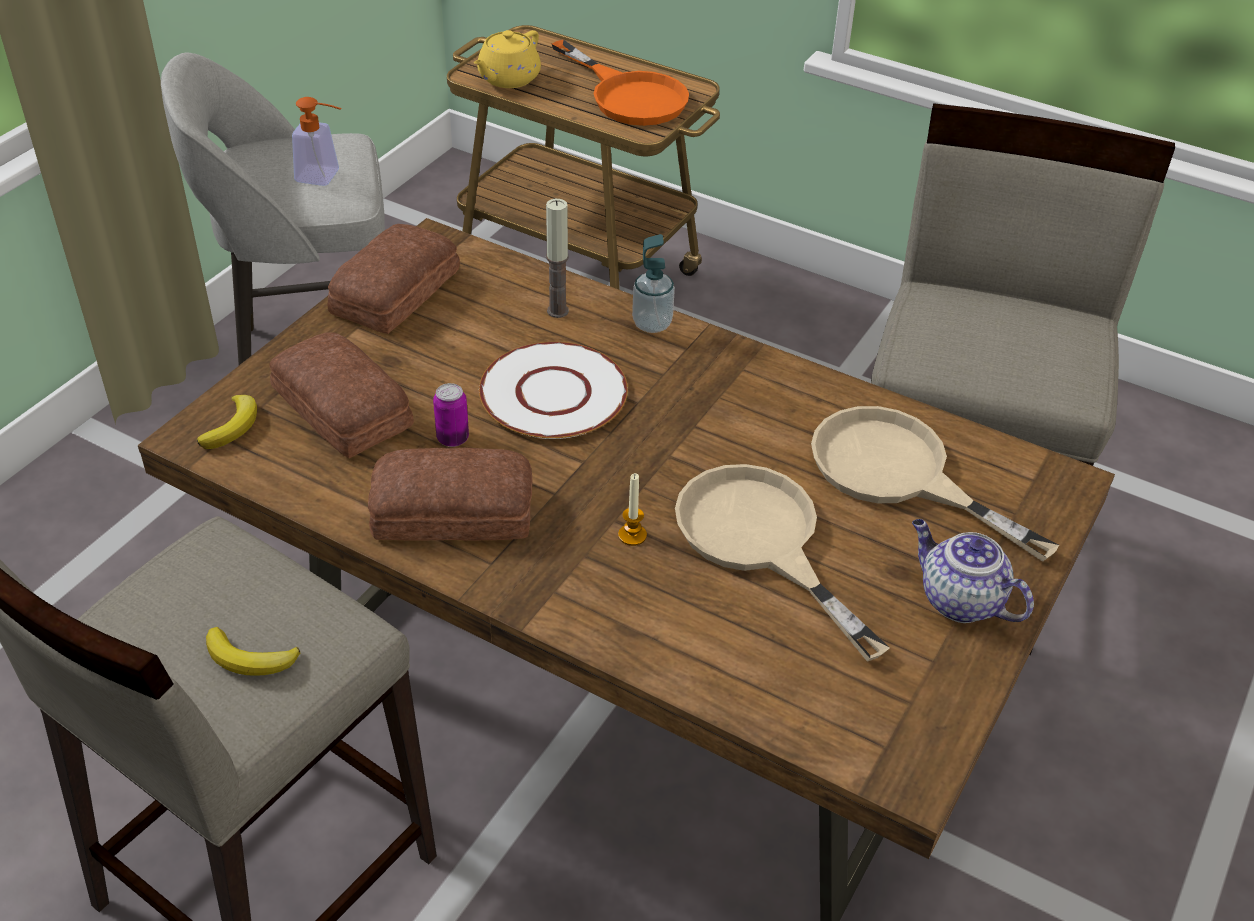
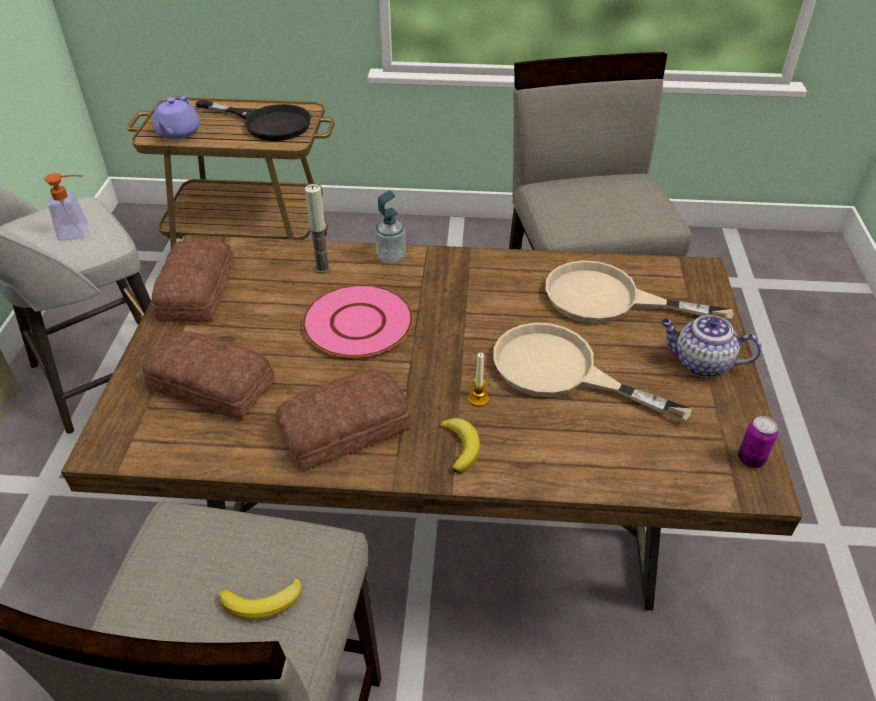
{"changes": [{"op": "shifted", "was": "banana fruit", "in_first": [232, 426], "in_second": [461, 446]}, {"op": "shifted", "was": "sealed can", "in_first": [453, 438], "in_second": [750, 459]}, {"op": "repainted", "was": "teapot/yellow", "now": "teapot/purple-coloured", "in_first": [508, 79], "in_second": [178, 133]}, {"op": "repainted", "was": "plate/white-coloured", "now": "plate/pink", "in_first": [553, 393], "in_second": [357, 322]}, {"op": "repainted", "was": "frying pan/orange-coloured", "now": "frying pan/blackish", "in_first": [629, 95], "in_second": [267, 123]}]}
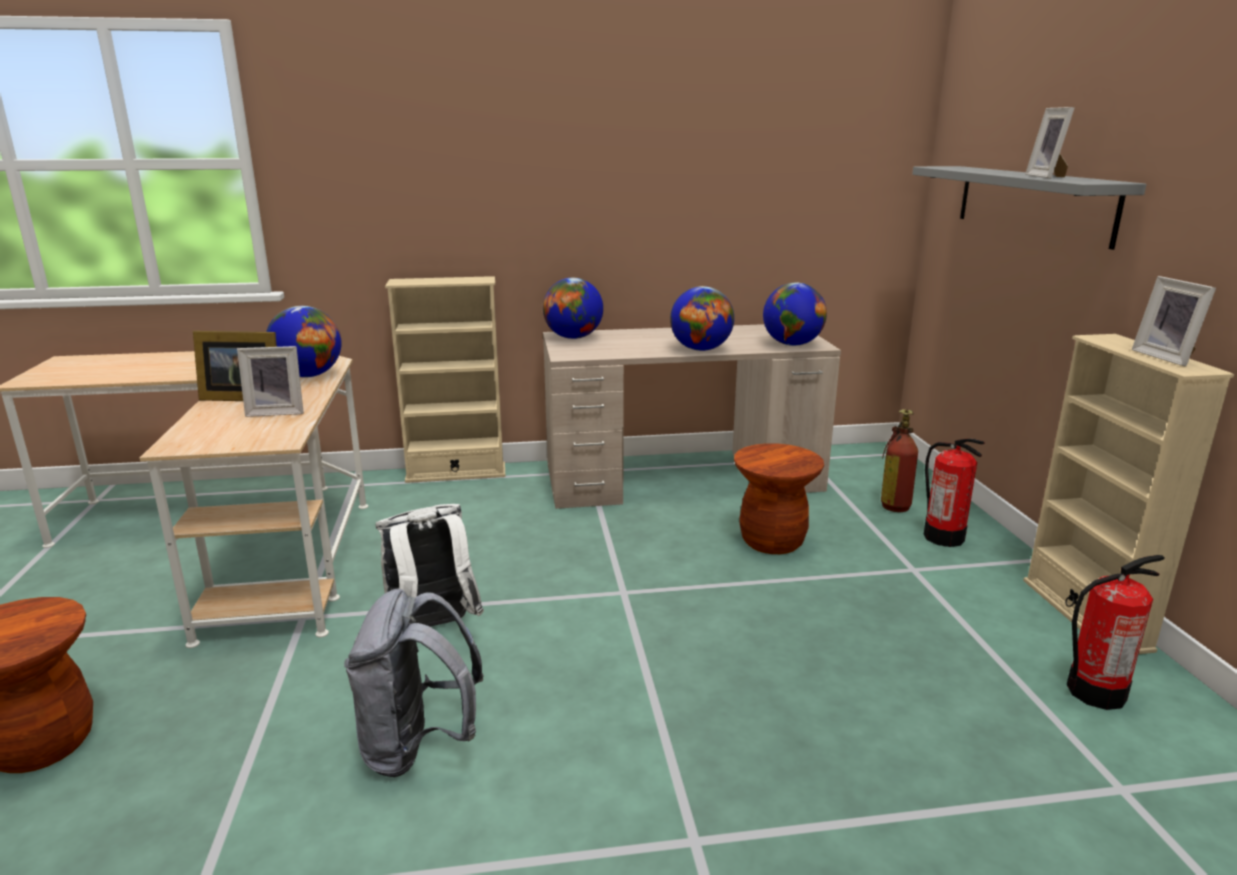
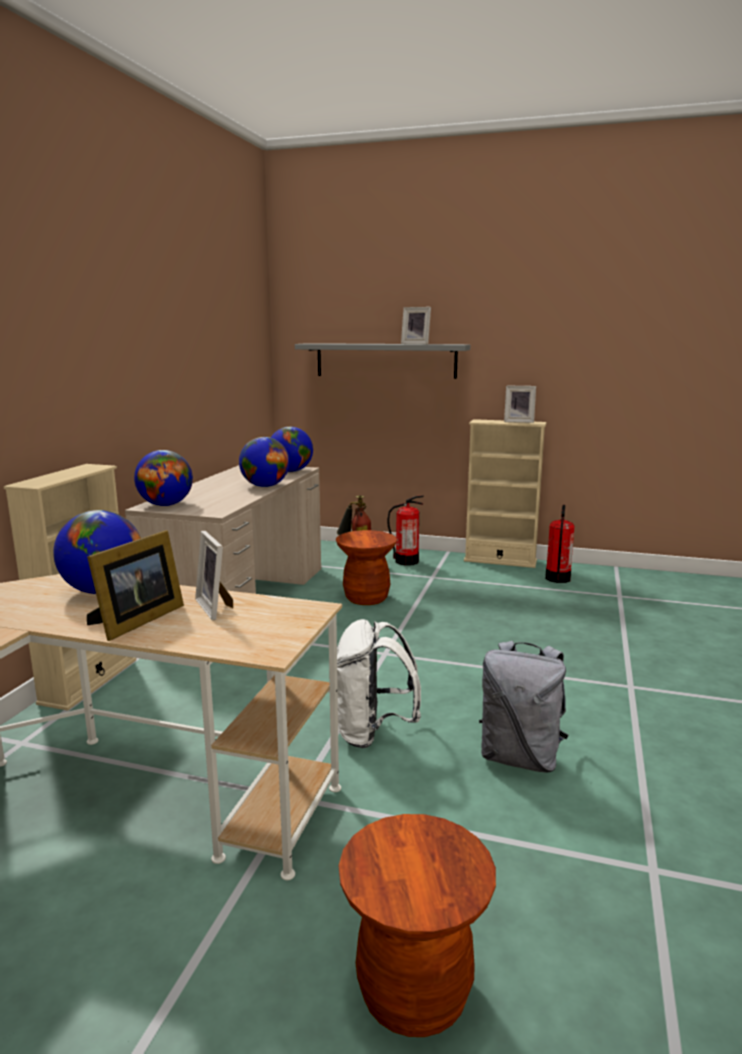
{"changes": [{"op": "rotated", "was": "standing frame", "in_first": [277, 412], "in_second": [216, 607], "clockwise": 135}]}
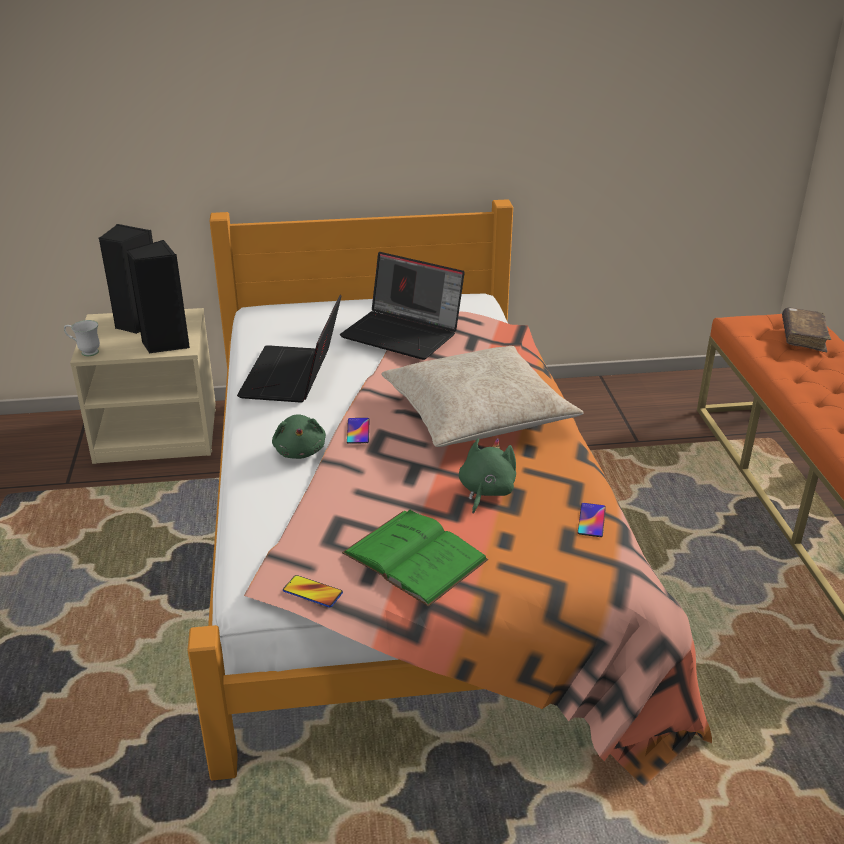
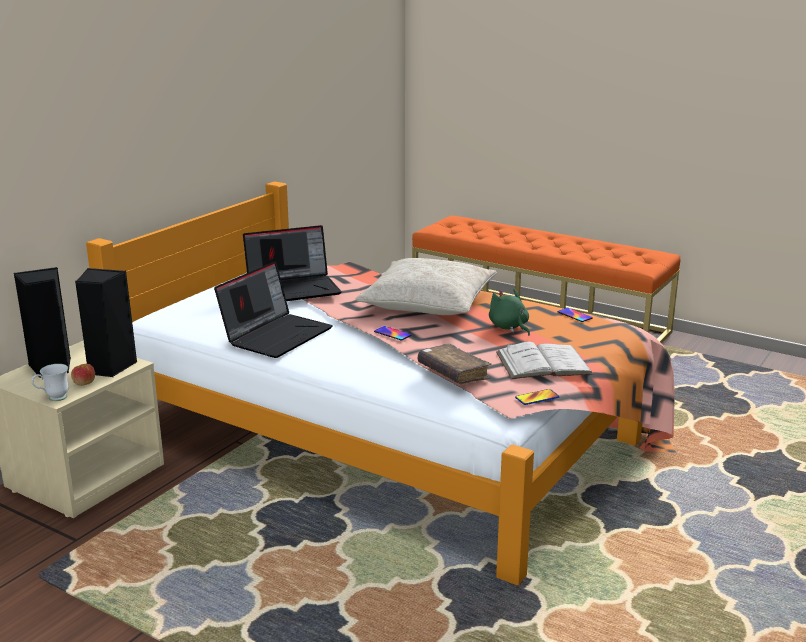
{"changes": [{"op": "gone", "was": "cuddly toy/green", "in_first": [300, 451]}, {"op": "new", "now": "apple fruit", "in_second": [84, 383]}, {"op": "shifted", "was": "volume/brown", "in_first": [803, 337], "in_second": [453, 373]}, {"op": "repainted", "was": "volume/green", "now": "volume/white-coloured", "in_first": [414, 556], "in_second": [543, 363]}, {"op": "rotated", "was": "laptop", "in_first": [293, 377], "in_second": [276, 335], "clockwise": -105}]}
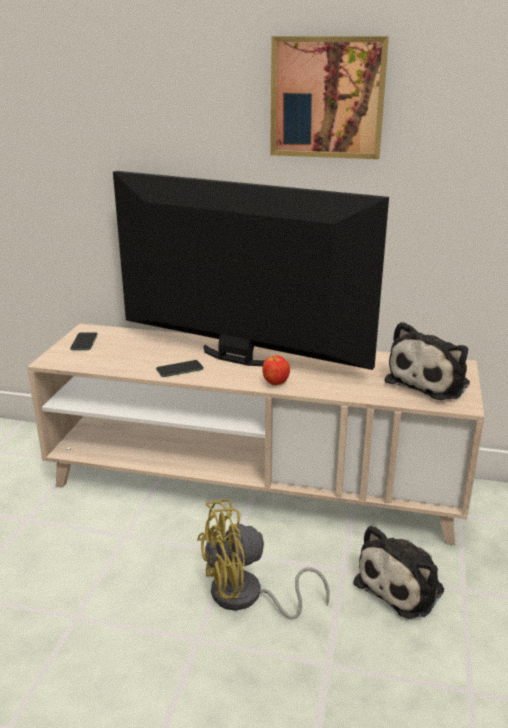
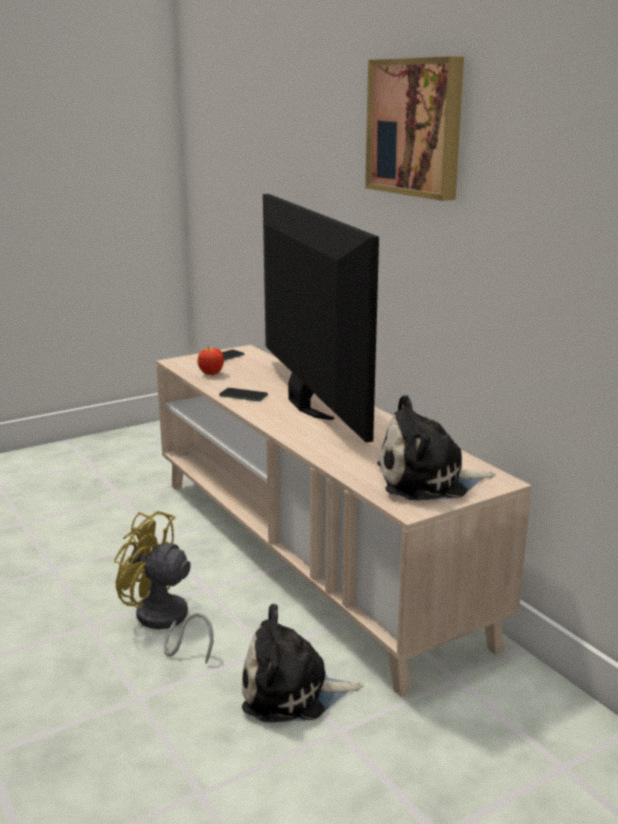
{"changes": [{"op": "shifted", "was": "apple fruit", "in_first": [275, 384], "in_second": [211, 374]}]}
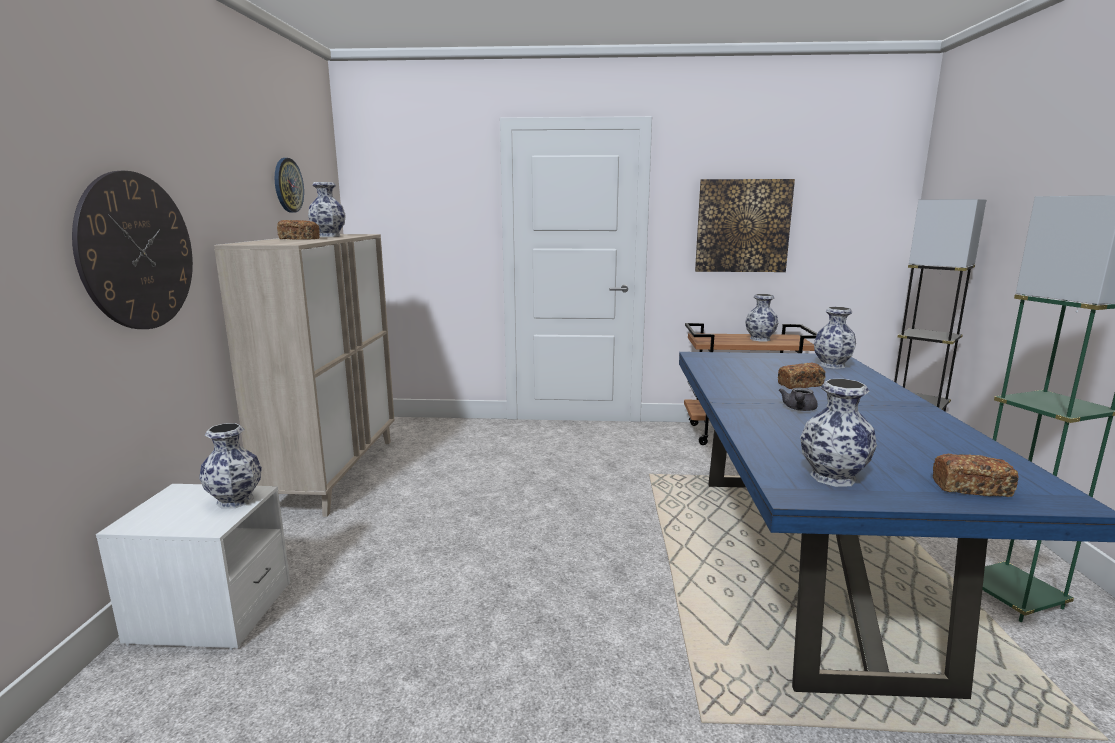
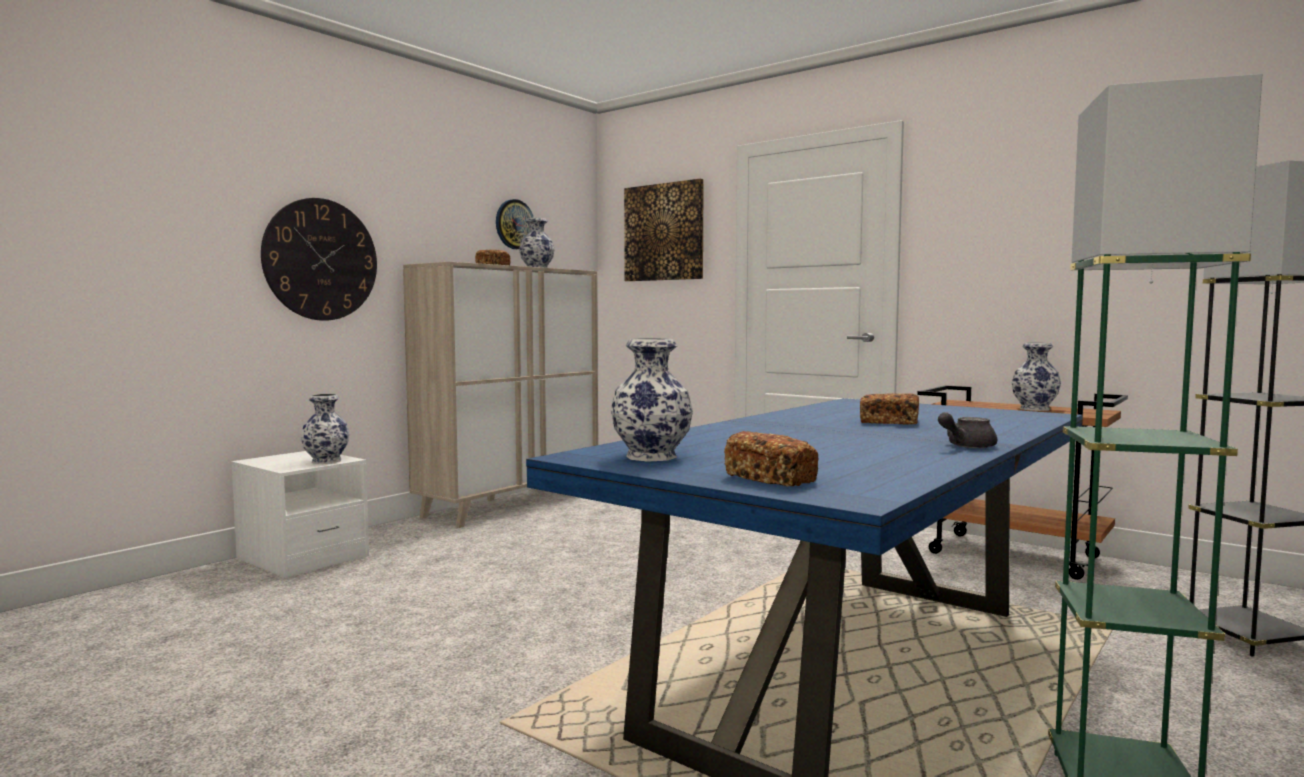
{"changes": [{"op": "gone", "was": "vase", "in_first": [832, 365]}, {"op": "shifted", "was": "wall picture", "in_first": [742, 226], "in_second": [664, 232]}, {"op": "shifted", "was": "teapot/grey", "in_first": [798, 409], "in_second": [965, 446]}]}
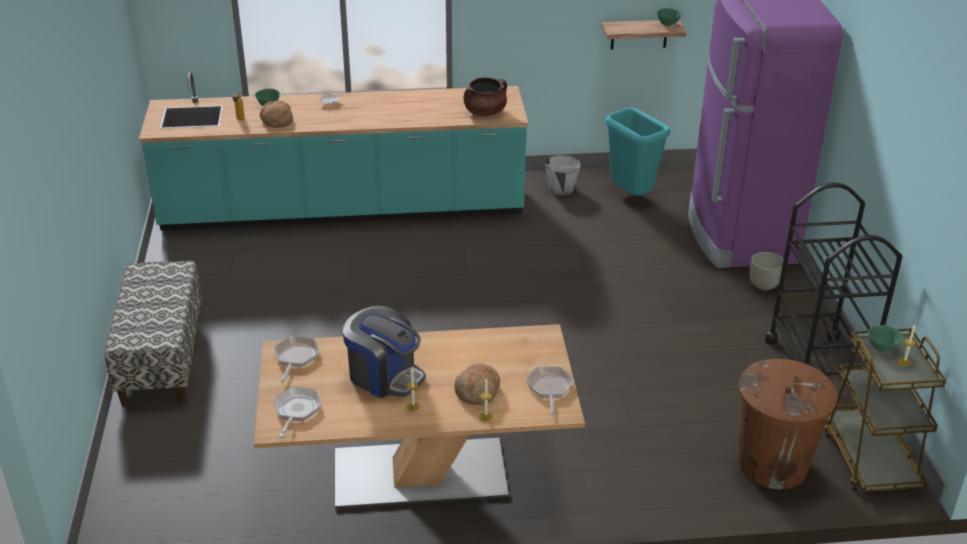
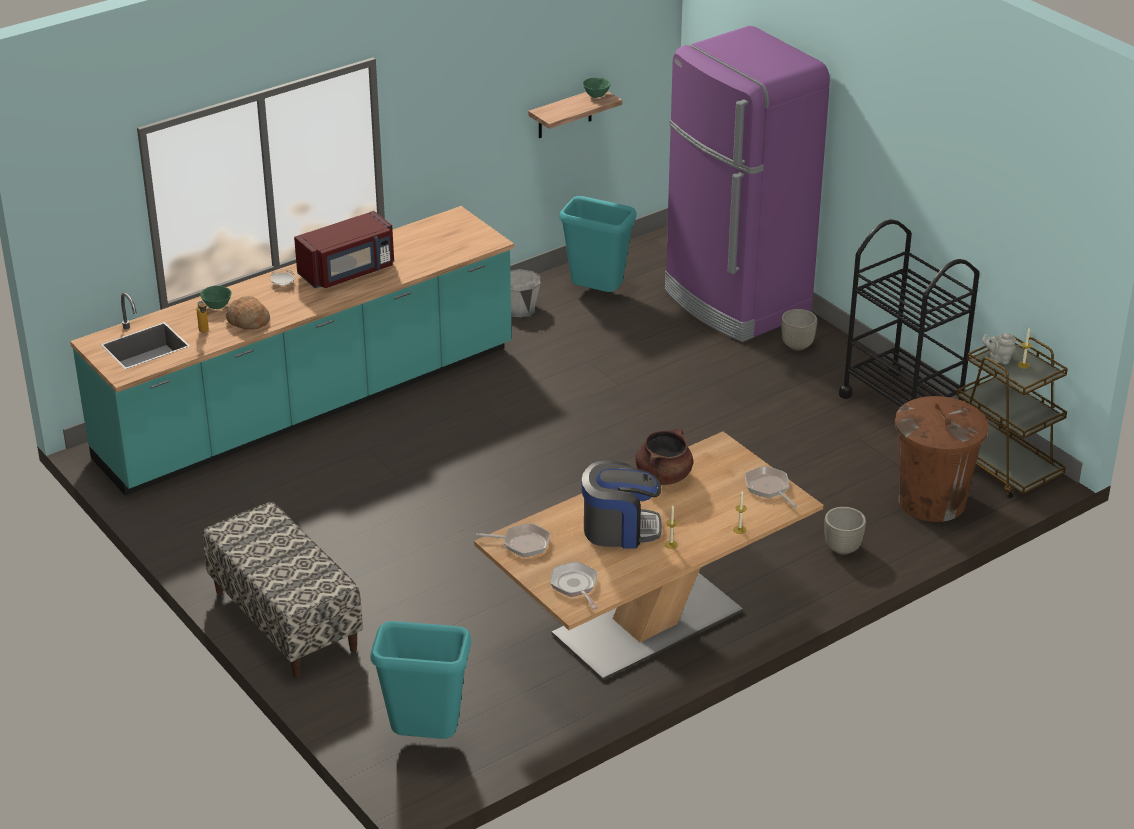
{"changes": [{"op": "gone", "was": "baked bread", "in_first": [477, 391]}, {"op": "new", "now": "microwave oven/red", "in_second": [348, 272]}, {"op": "new", "now": "trash can/blue-green", "in_second": [425, 740]}, {"op": "new", "now": "planter/grey", "in_second": [842, 548]}, {"op": "shifted", "was": "saucepot/brown", "in_first": [485, 112], "in_second": [663, 476]}, {"op": "swapped", "was": "deep dish/green", "now": "teapot/grey", "in_first": [882, 348], "in_second": [998, 359]}, {"op": "rotated", "was": "frying pan", "in_first": [296, 357], "in_second": [522, 543], "clockwise": 120}]}
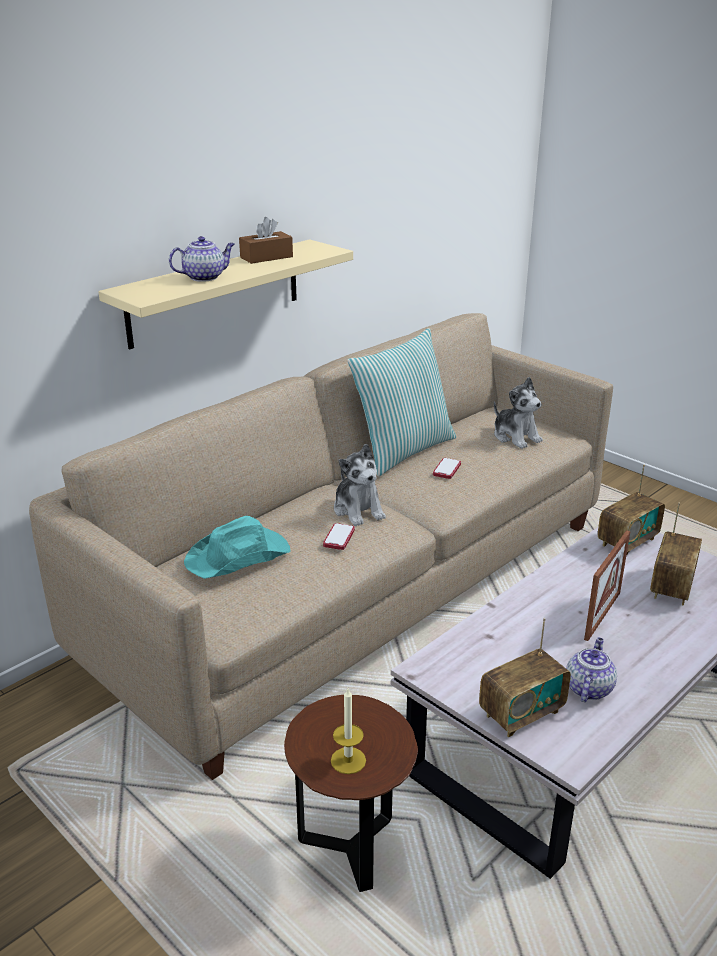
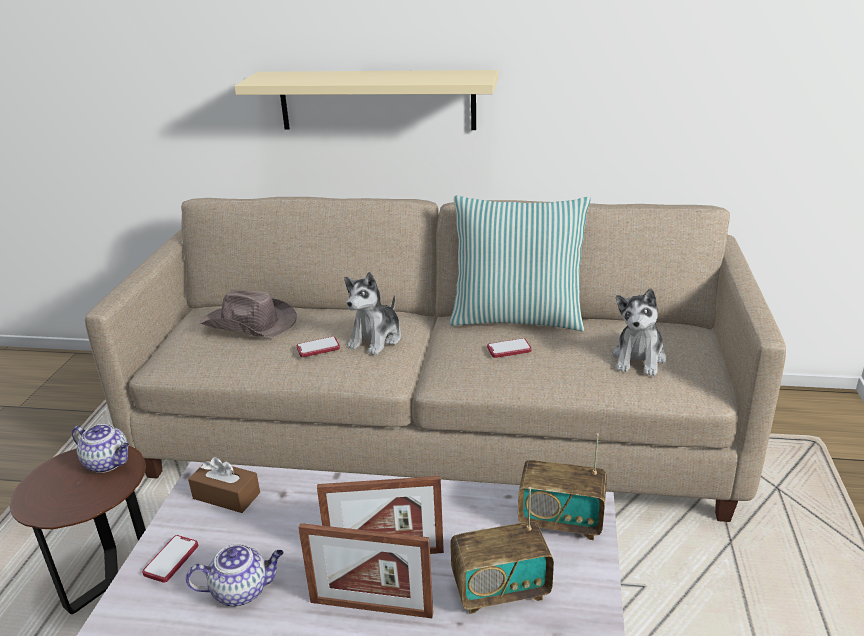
{"changes": [{"op": "gone", "was": "wax candle", "in_first": [348, 760]}, {"op": "new", "now": "standing frame", "in_second": [371, 608]}, {"op": "shifted", "was": "teapot", "in_first": [205, 277], "in_second": [108, 463]}, {"op": "shifted", "was": "tissue holder/brown", "in_first": [266, 257], "in_second": [226, 496]}, {"op": "swapped", "was": "radio set", "now": "telephone", "in_first": [521, 713], "in_second": [171, 560]}, {"op": "repainted", "was": "hat/blue-green", "now": "hat/brown", "in_first": [239, 557], "in_second": [250, 324]}]}
